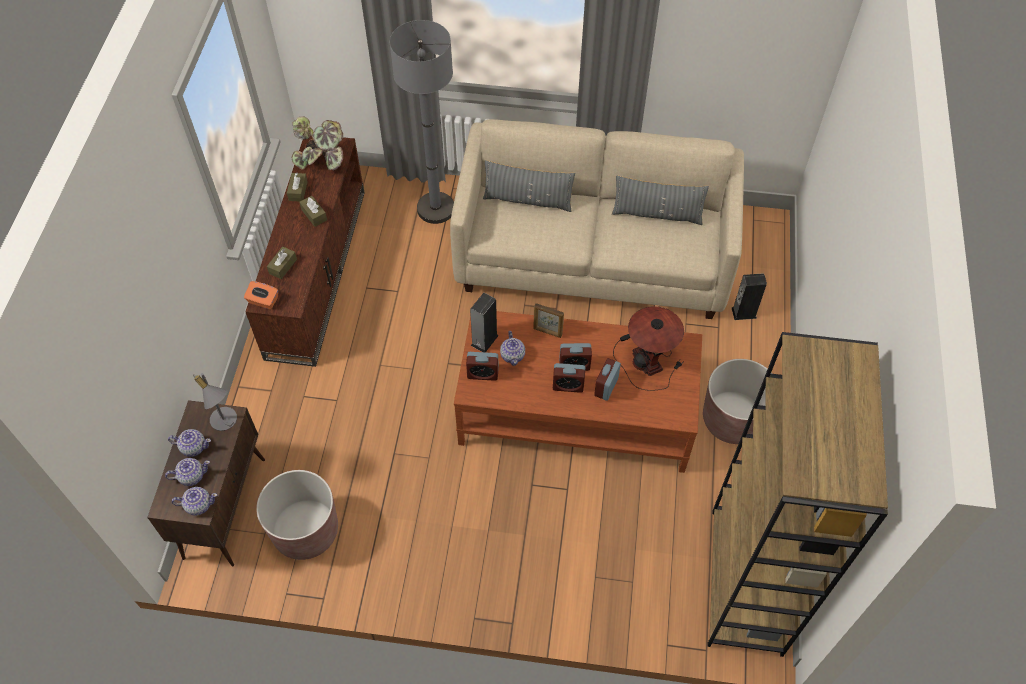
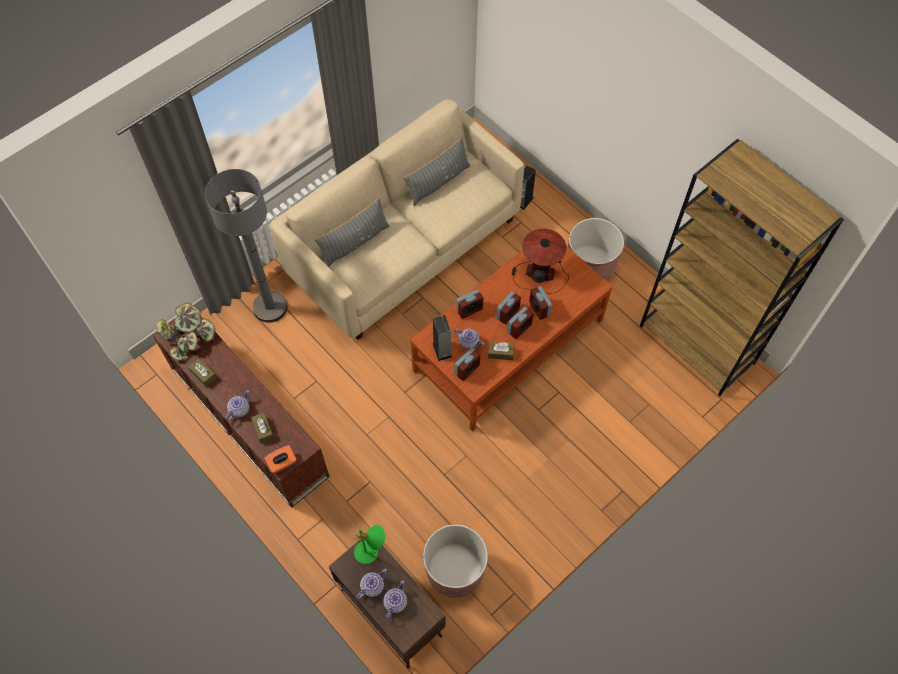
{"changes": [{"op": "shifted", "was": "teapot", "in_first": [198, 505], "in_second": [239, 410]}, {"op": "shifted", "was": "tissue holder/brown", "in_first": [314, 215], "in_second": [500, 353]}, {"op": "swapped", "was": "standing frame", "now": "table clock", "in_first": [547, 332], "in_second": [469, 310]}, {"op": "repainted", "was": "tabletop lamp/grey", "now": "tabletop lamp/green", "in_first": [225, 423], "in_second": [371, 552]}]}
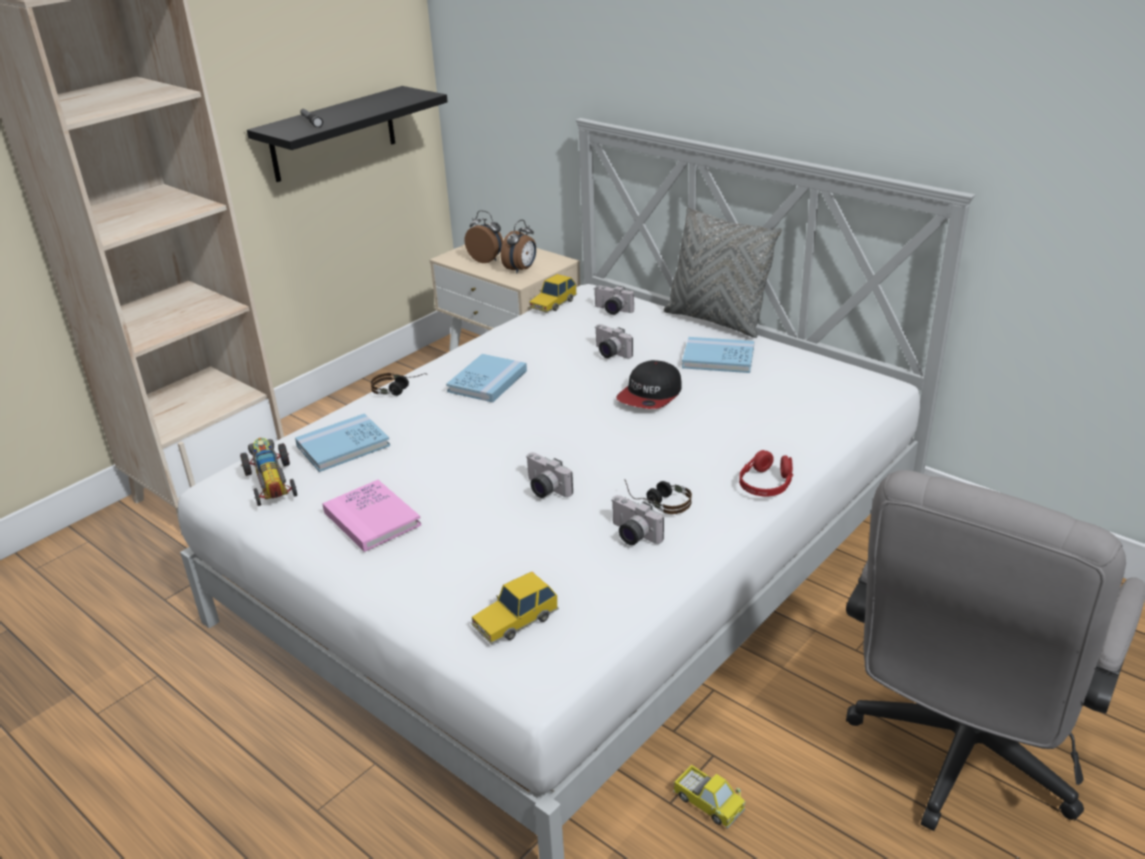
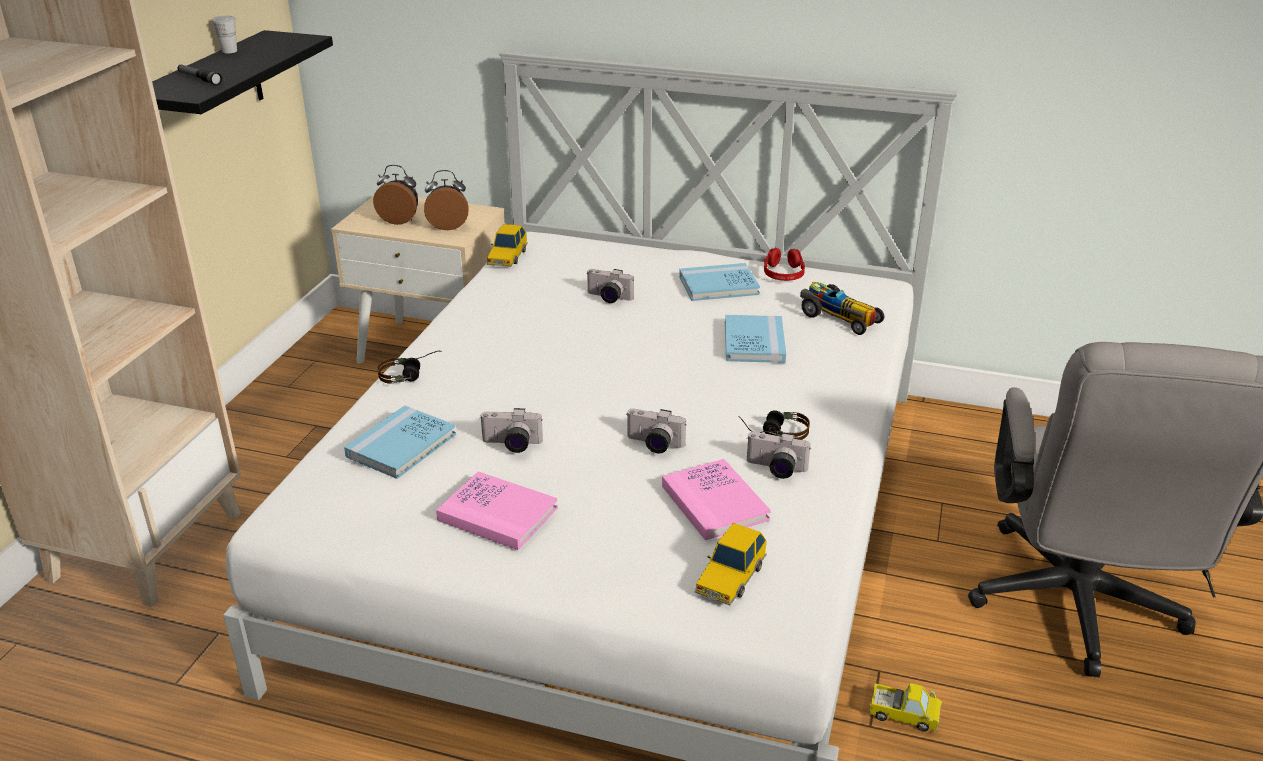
{"changes": [{"op": "gone", "was": "peaked cap", "in_first": [650, 395]}, {"op": "gone", "was": "pillow/grey", "in_first": [716, 320]}, {"op": "new", "now": "cup/white-coloured", "in_second": [229, 51]}, {"op": "new", "now": "volume/pink", "in_second": [714, 503]}, {"op": "shifted", "was": "miniature car", "in_first": [271, 480], "in_second": [838, 317]}, {"op": "shifted", "was": "volume/blue-coloured", "in_first": [487, 381], "in_second": [754, 342]}, {"op": "shifted", "was": "photo camera", "in_first": [611, 311], "in_second": [511, 445]}, {"op": "shifted", "was": "headset/red", "in_first": [766, 484], "in_second": [783, 274]}, {"op": "rotated", "was": "table clock", "in_first": [521, 270], "in_second": [448, 226], "clockwise": -105}]}
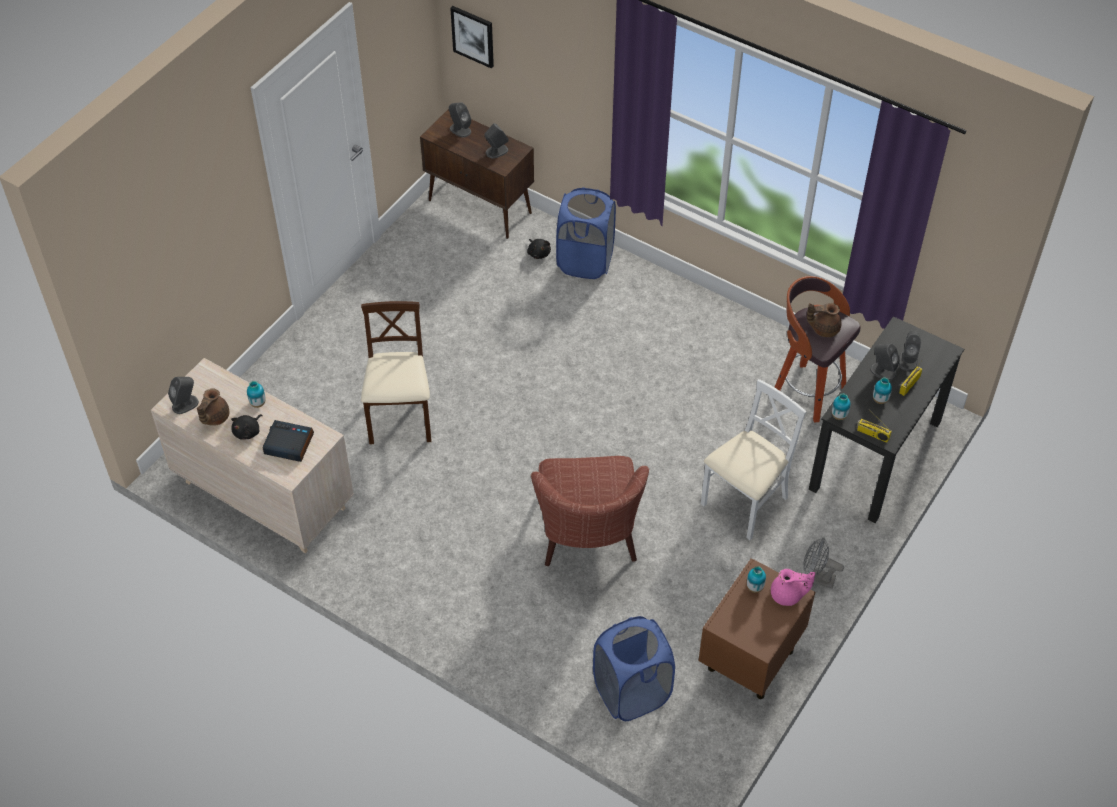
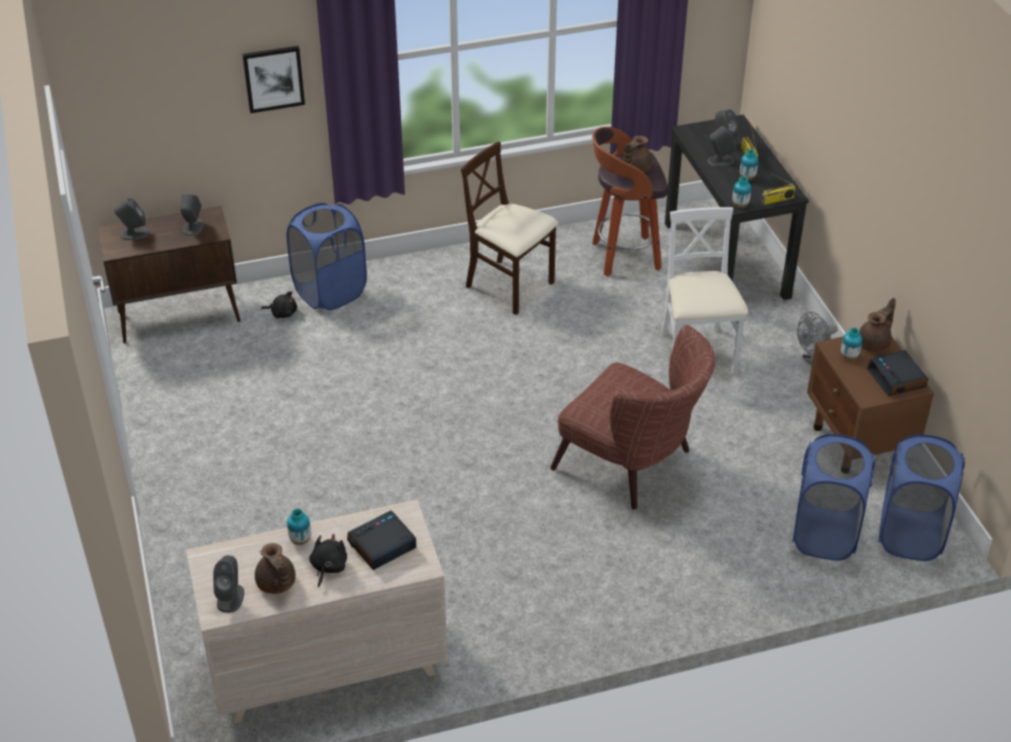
{"changes": [{"op": "new", "now": "table clock", "in_second": [897, 379]}, {"op": "new", "now": "laundry basket/blue-coloured", "in_second": [910, 535]}, {"op": "shifted", "was": "upright chair/beige", "in_first": [401, 419], "in_second": [510, 286]}, {"op": "shifted", "was": "wall picture", "in_first": [473, 36], "in_second": [273, 78]}, {"op": "repainted", "was": "teapot/pink", "now": "teapot/brown", "in_first": [788, 595], "in_second": [874, 343]}, {"op": "rotated", "was": "cuddly toy/blackish", "in_first": [248, 432], "in_second": [328, 567], "clockwise": -150}]}
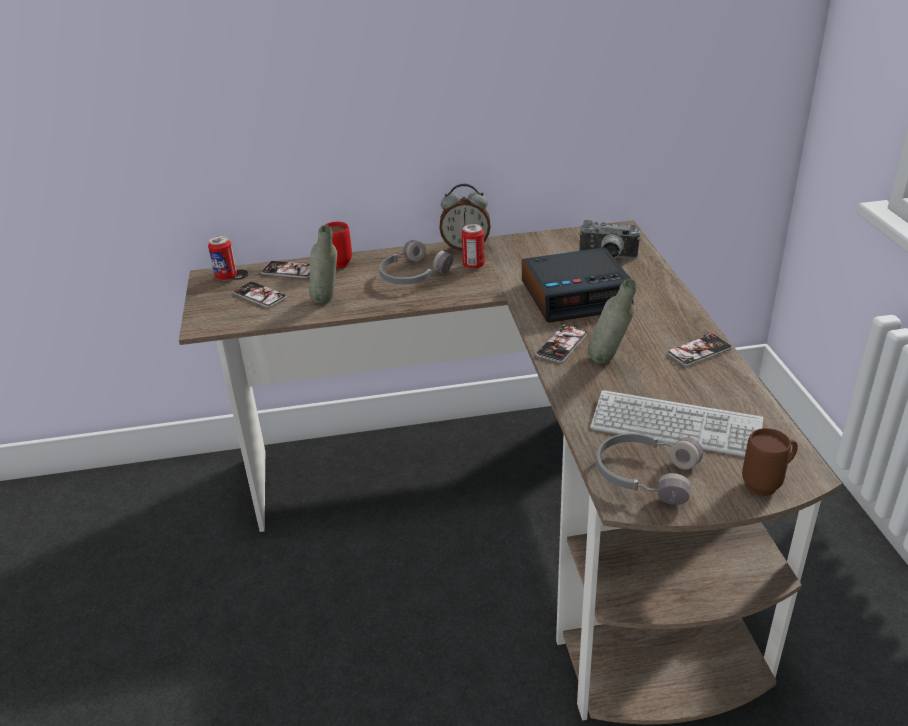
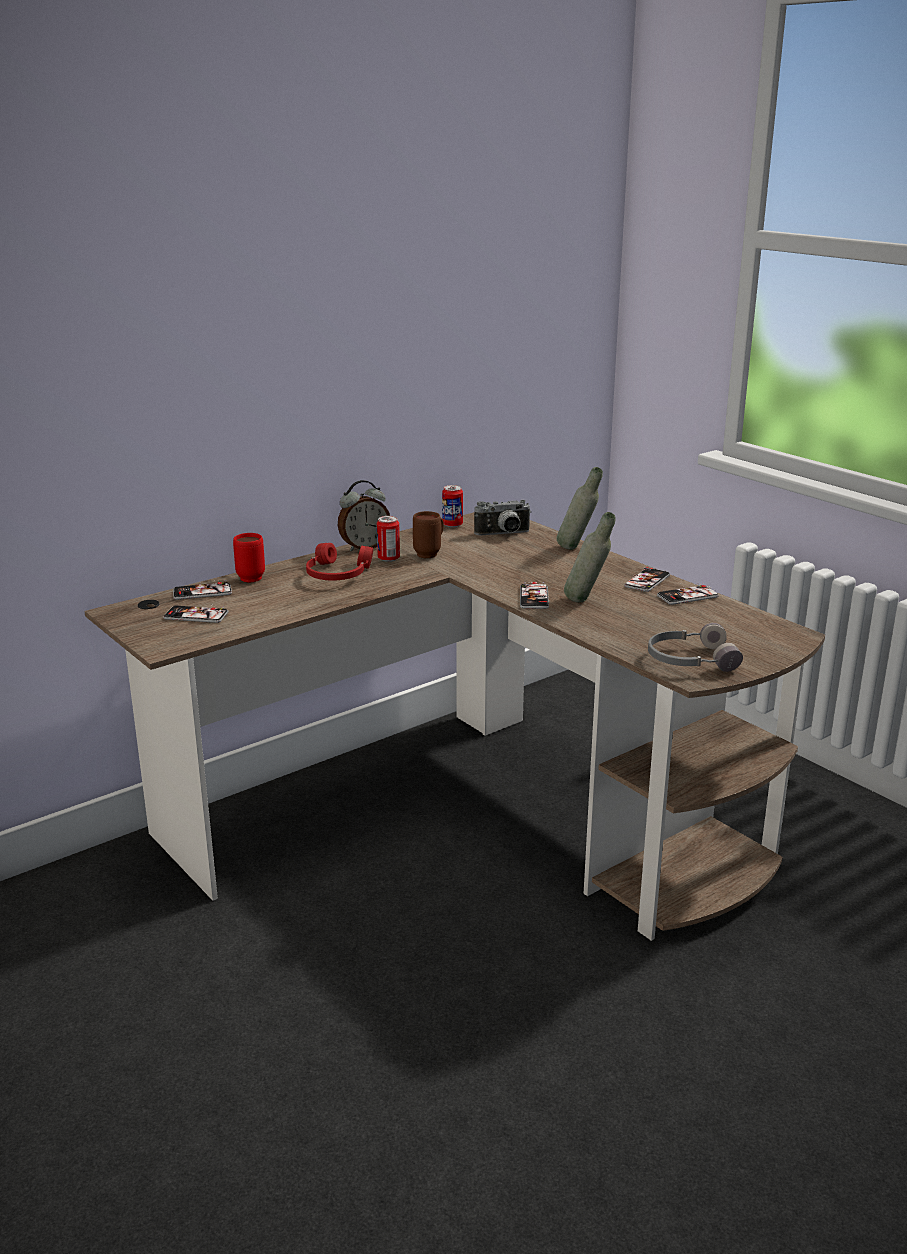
{"changes": [{"op": "gone", "was": "table clock", "in_first": [576, 295]}, {"op": "gone", "was": "PC keyboard", "in_first": [675, 426]}, {"op": "new", "now": "telephone", "in_second": [687, 596]}, {"op": "shifted", "was": "sealed can", "in_first": [226, 277], "in_second": [452, 525]}, {"op": "shifted", "was": "beverage bottle/grey", "in_first": [327, 304], "in_second": [577, 549]}, {"op": "shifted", "was": "mug/brown", "in_first": [767, 484], "in_second": [430, 553]}, {"op": "repainted", "was": "headset/grey", "now": "headset/red", "in_first": [412, 275], "in_second": [337, 575]}]}
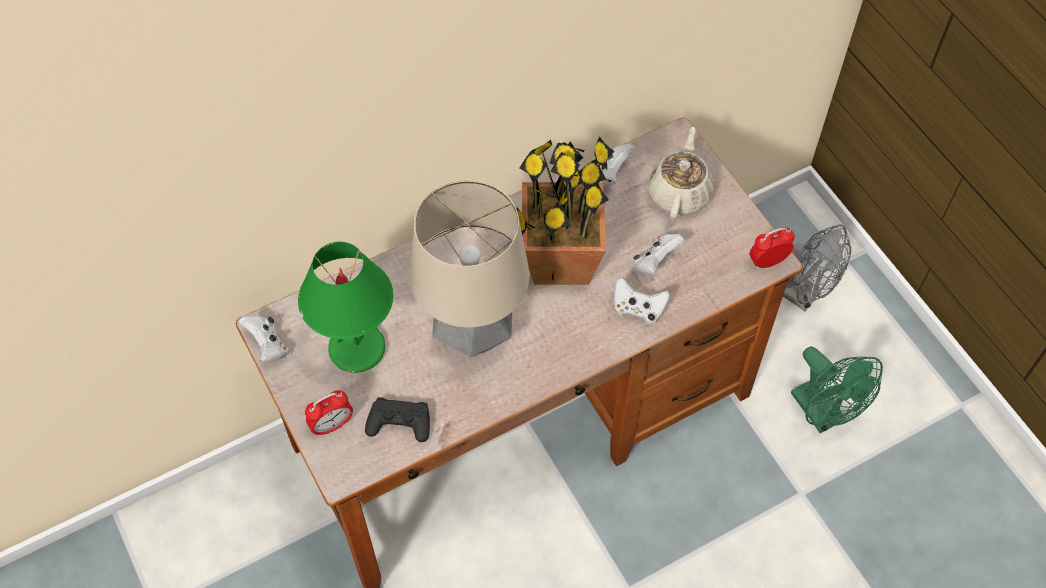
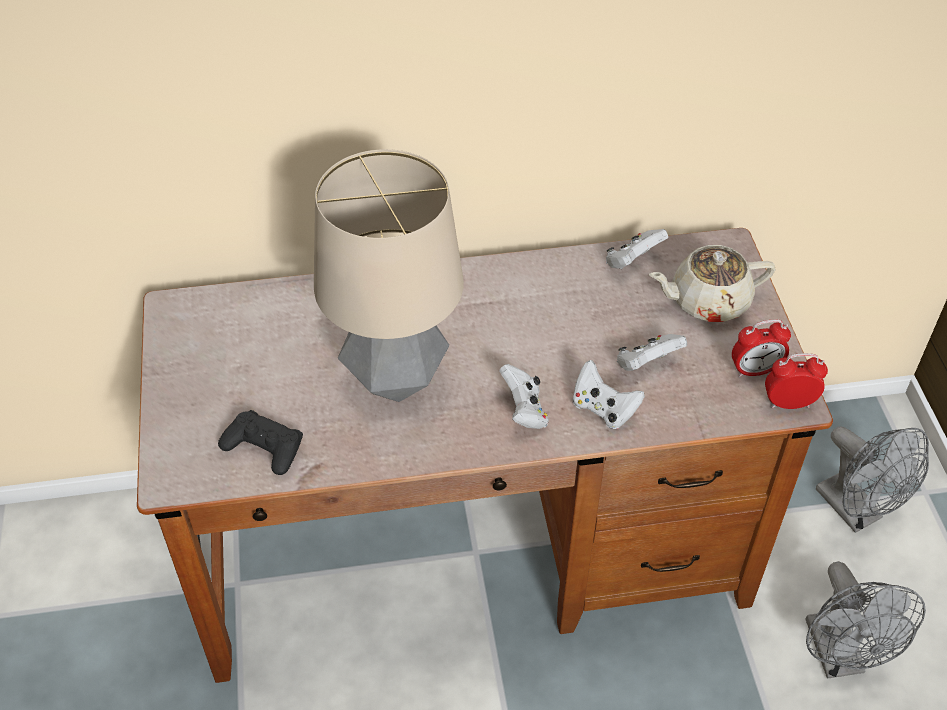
{"changes": [{"op": "gone", "was": "tabletop lamp/green", "in_first": [357, 347]}, {"op": "gone", "was": "potted plant", "in_first": [560, 262]}, {"op": "shifted", "was": "game controller/white-coloured", "in_first": [268, 346], "in_second": [524, 411]}, {"op": "shifted", "was": "table clock", "in_first": [332, 425], "in_second": [755, 370]}, {"op": "repainted", "was": "fan/green", "now": "fan/grey", "in_first": [823, 414], "in_second": [839, 657]}, {"op": "rotated", "was": "teapot/beige", "in_first": [679, 193], "in_second": [707, 301], "clockwise": -135}]}
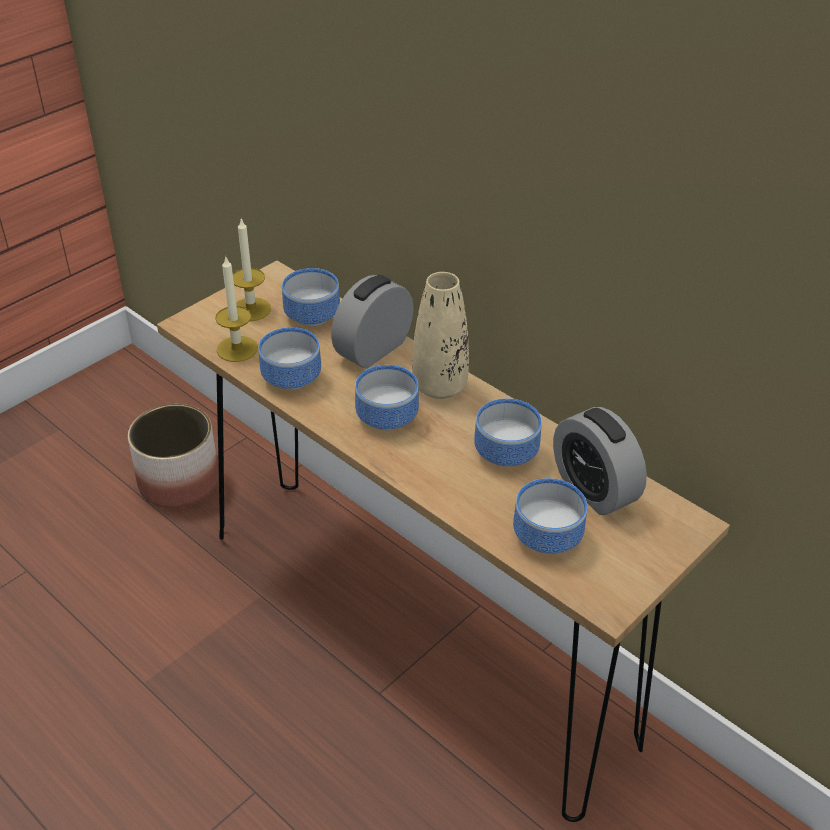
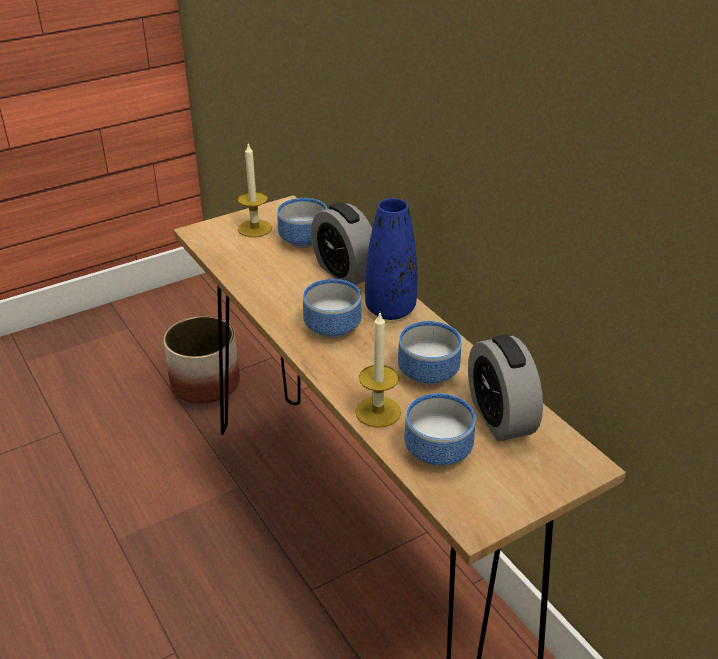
{"changes": [{"op": "gone", "was": "deep dish", "in_first": [293, 380]}, {"op": "shifted", "was": "wax candle", "in_first": [237, 349], "in_second": [378, 412]}, {"op": "repainted", "was": "vase/beige", "now": "vase/blue-coloured", "in_first": [439, 387], "in_second": [390, 310]}, {"op": "rotated", "was": "table clock", "in_first": [373, 349], "in_second": [344, 272], "clockwise": -90}]}
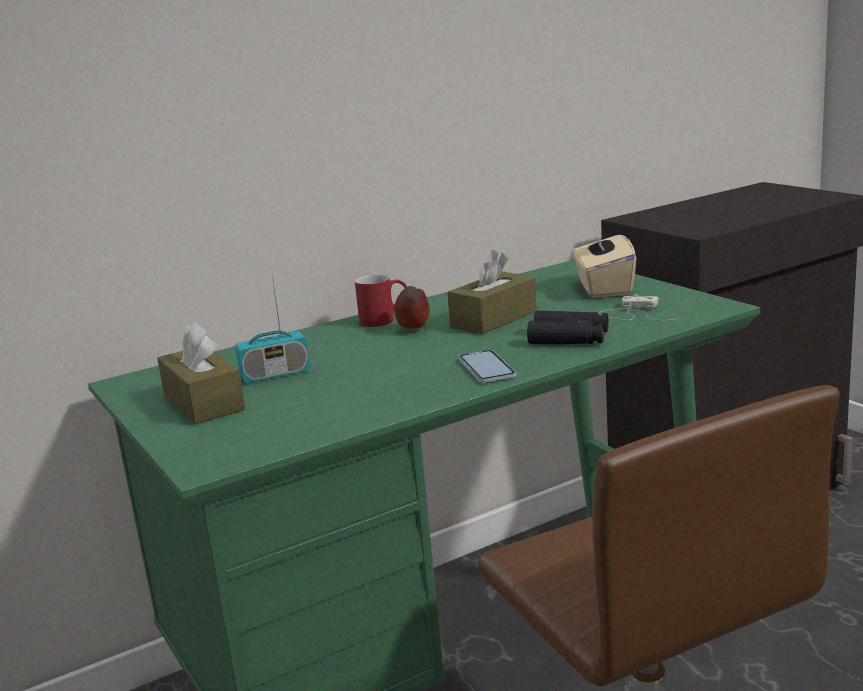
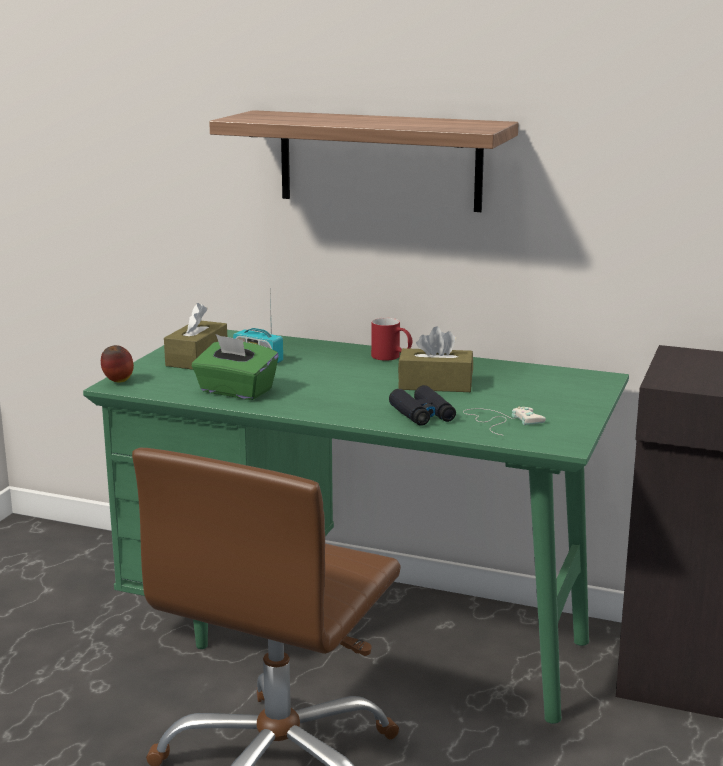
{"changes": [{"op": "gone", "was": "telephone", "in_first": [486, 368]}, {"op": "gone", "was": "tissue holder/beige", "in_first": [603, 288]}, {"op": "new", "now": "tissue holder/green", "in_second": [235, 391]}, {"op": "new", "now": "wall shelf", "in_second": [380, 160]}, {"op": "shifted", "was": "apple fruit", "in_first": [414, 330], "in_second": [118, 382]}]}
